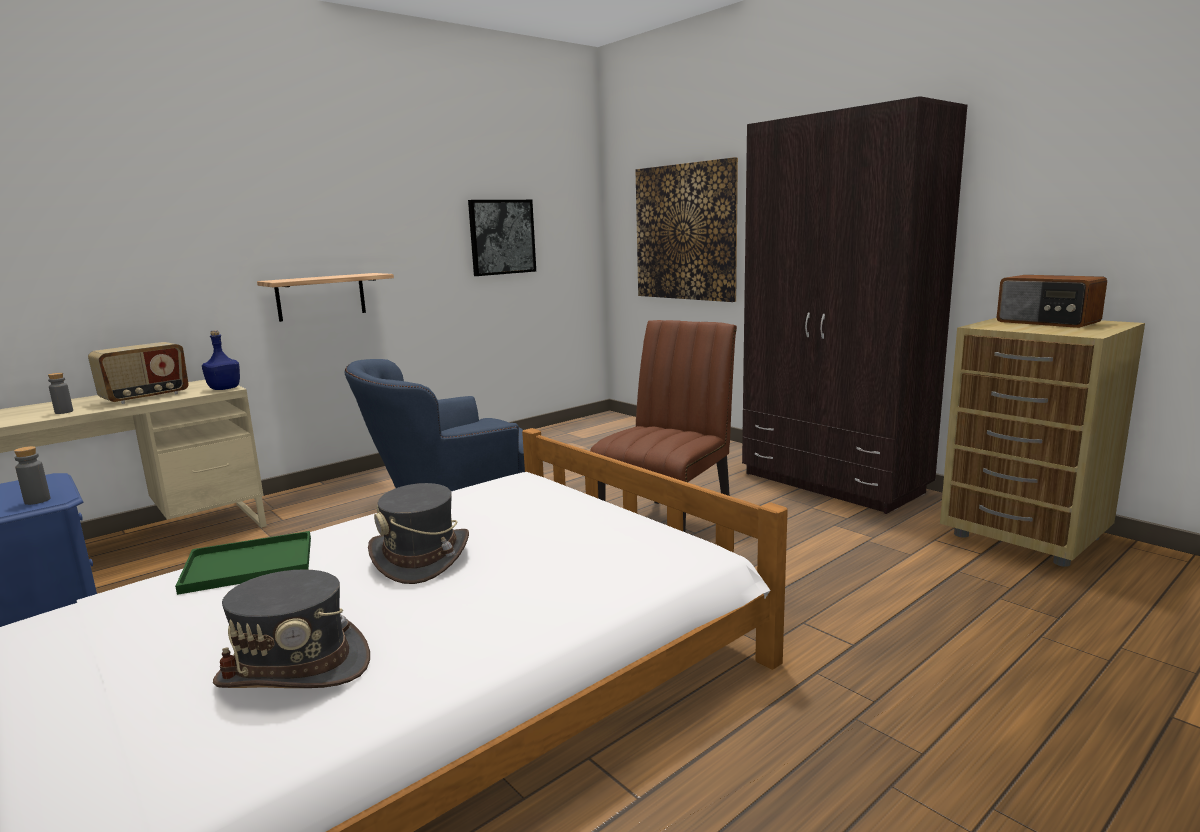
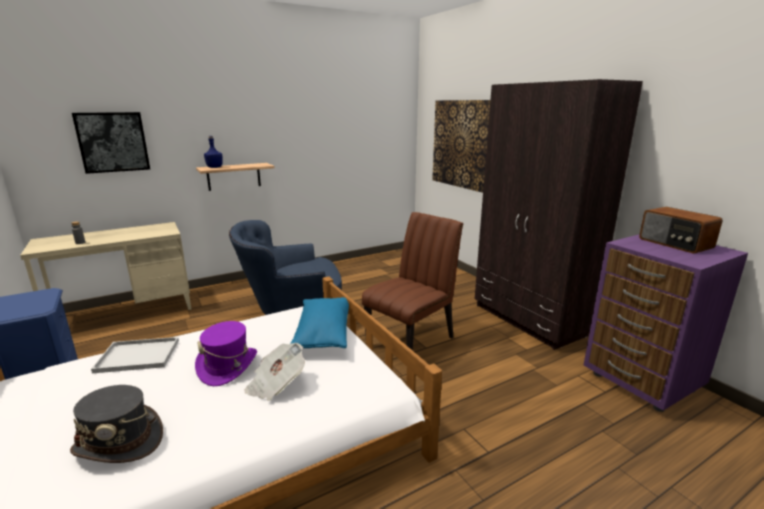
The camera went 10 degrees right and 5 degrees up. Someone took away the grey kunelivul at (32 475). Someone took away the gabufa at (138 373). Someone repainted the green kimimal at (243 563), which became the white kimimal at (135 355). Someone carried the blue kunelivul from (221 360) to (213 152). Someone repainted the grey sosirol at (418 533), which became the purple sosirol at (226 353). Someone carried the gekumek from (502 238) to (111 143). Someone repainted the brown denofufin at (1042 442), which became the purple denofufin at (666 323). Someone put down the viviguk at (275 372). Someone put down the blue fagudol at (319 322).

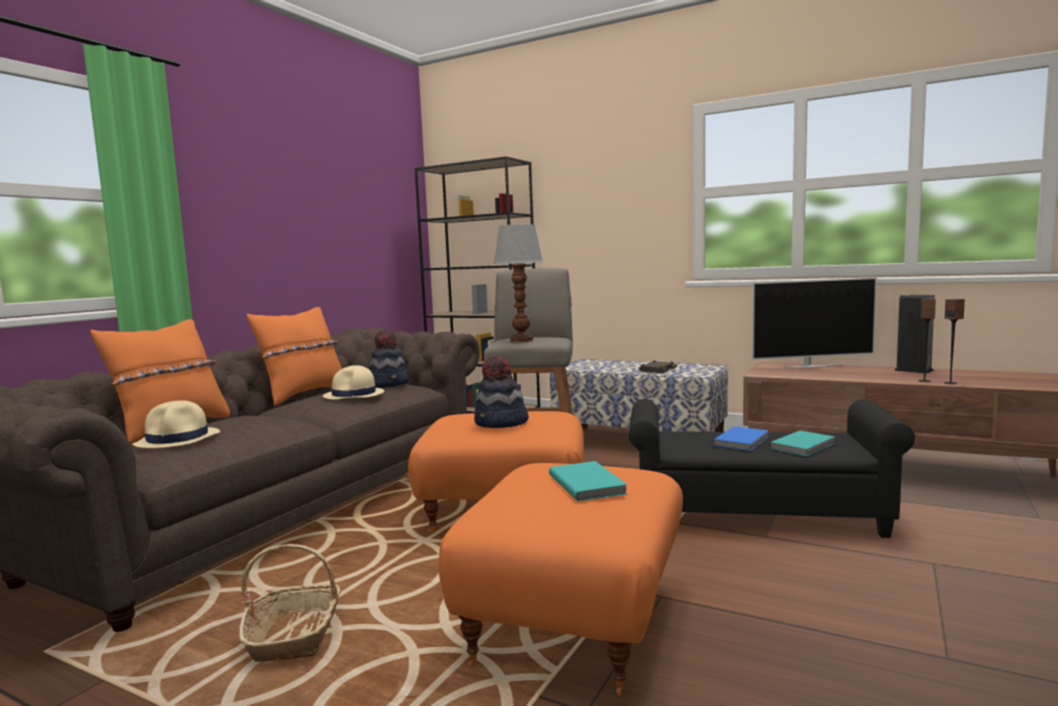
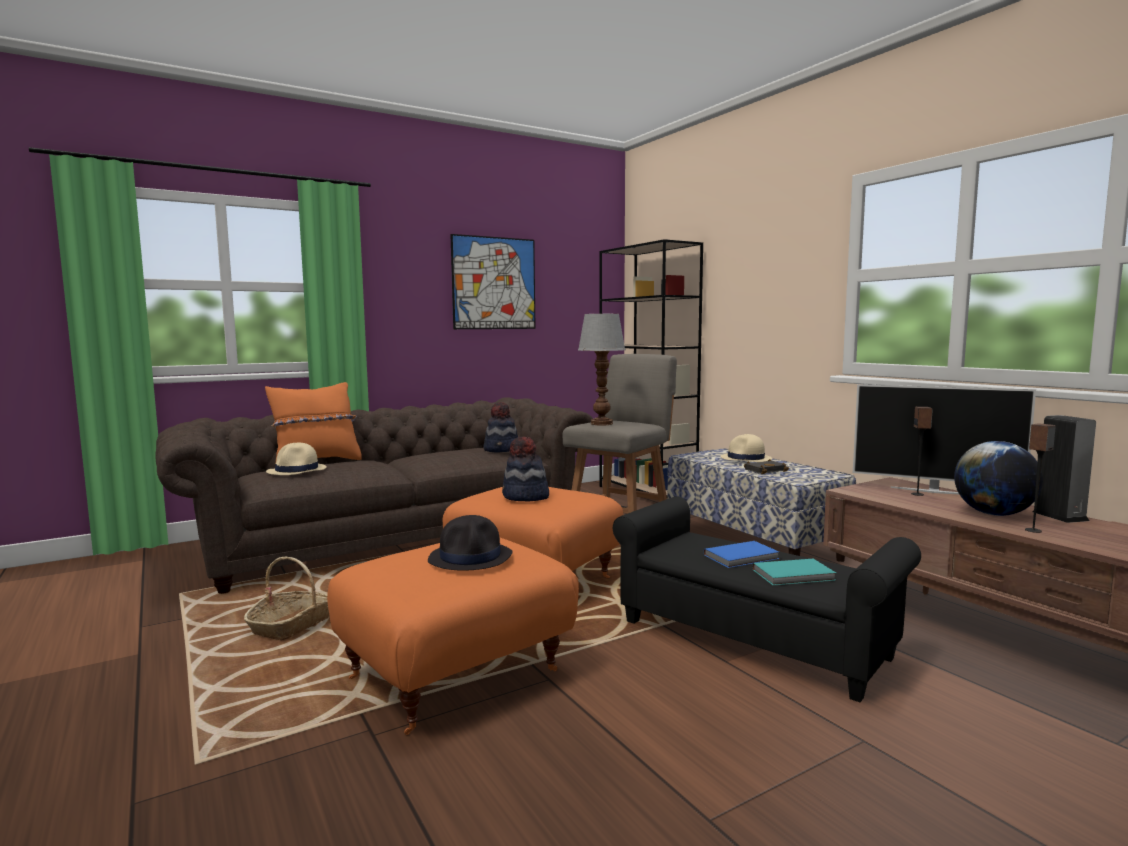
The camera went 30 degrees right and 0 degrees up. Someone took away the orange fagudol at (294 356). Someone carried the beige sosirol from (353 382) to (746 448). Someone swapped the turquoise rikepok at (588 481) for the black sosirol at (470 543). Someone carried the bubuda from (954 341) to (922 451). Someone put up the gekumek at (493 281). Someone put down the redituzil at (998 478).

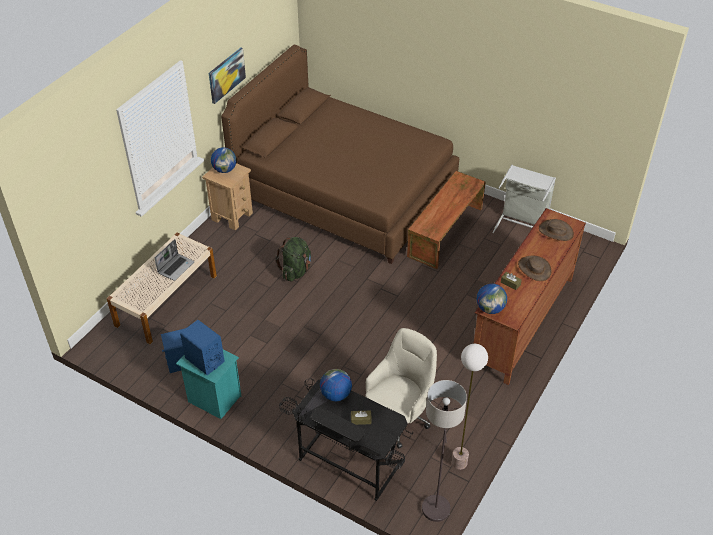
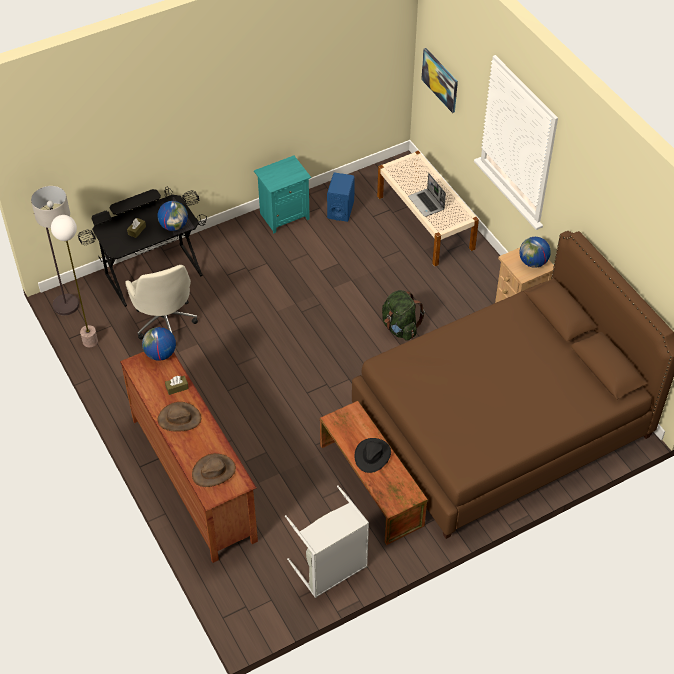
The camera went 120 degrees right and 5 degrees up. Someone took away the blue bubuda at (202 347). Someone carried the gekumek from (227 75) to (439 80). Someone put down the black sosirol at (372 455).

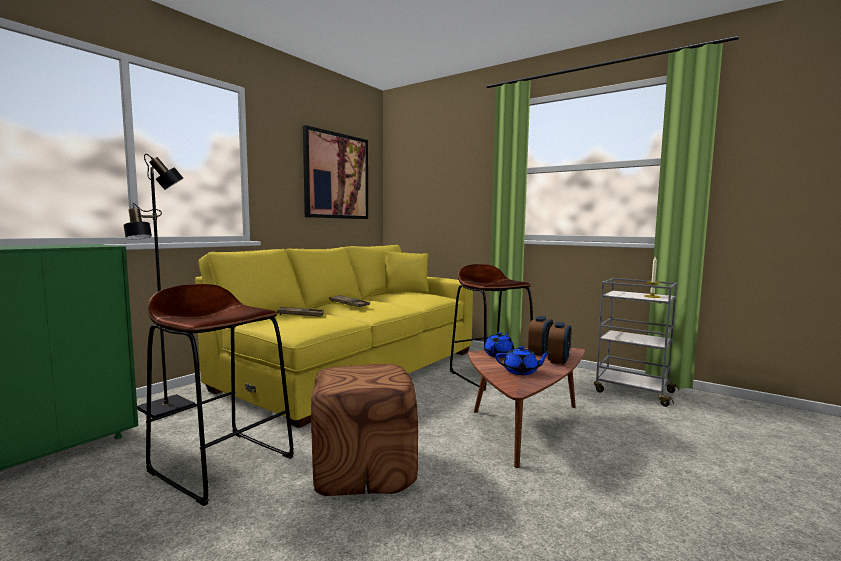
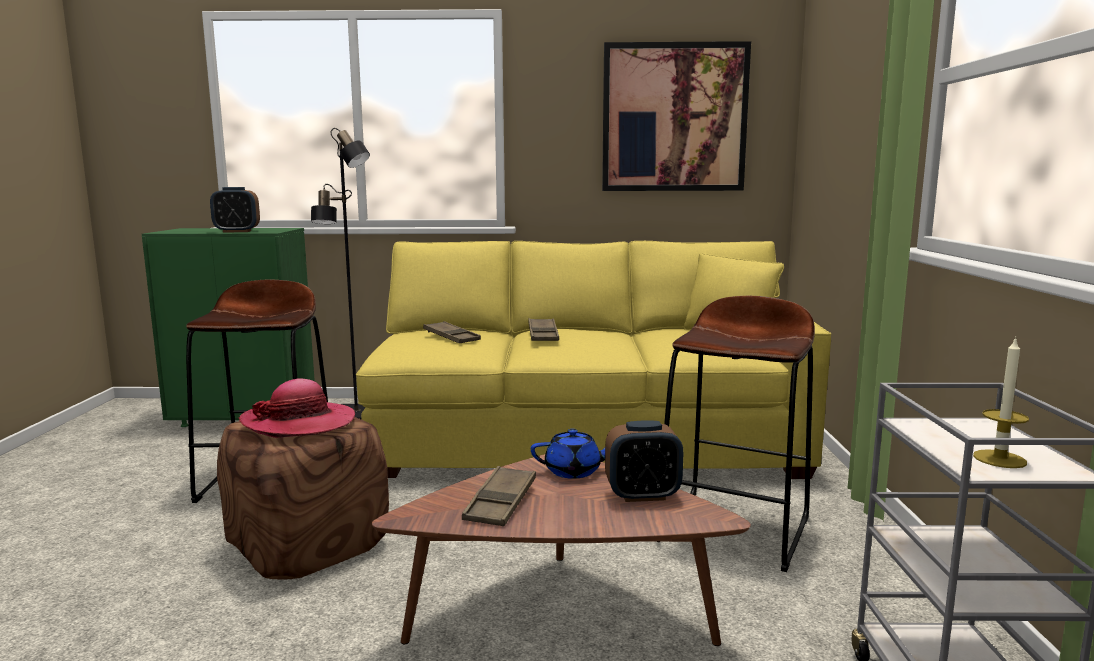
The camera went 55 degrees right and 5 degrees up. Someone swapped the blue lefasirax at (523 360) for the brown kimimal at (499 496). Someone carried the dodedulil from (560 343) to (235 210). Someone put down the sosirol at (296 408).

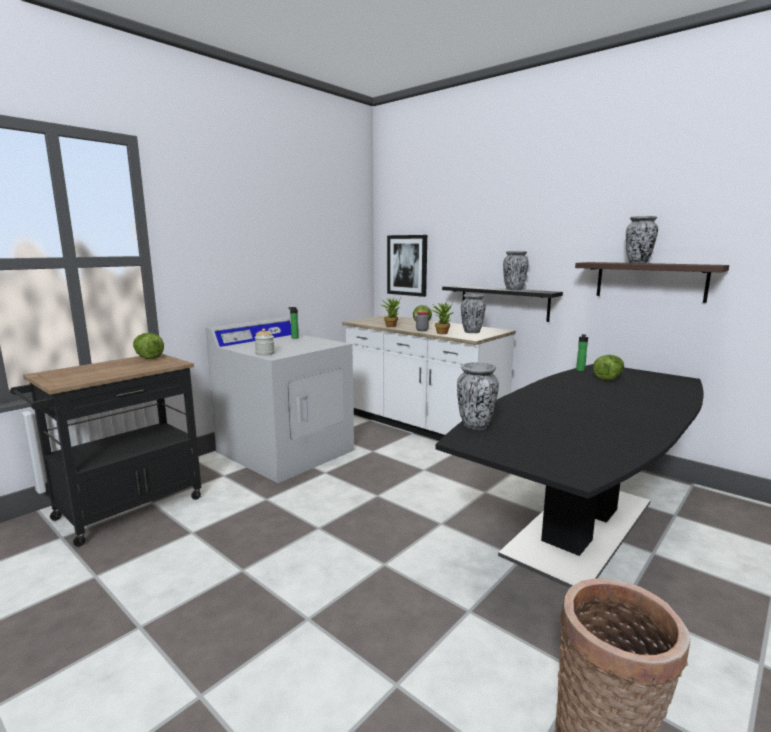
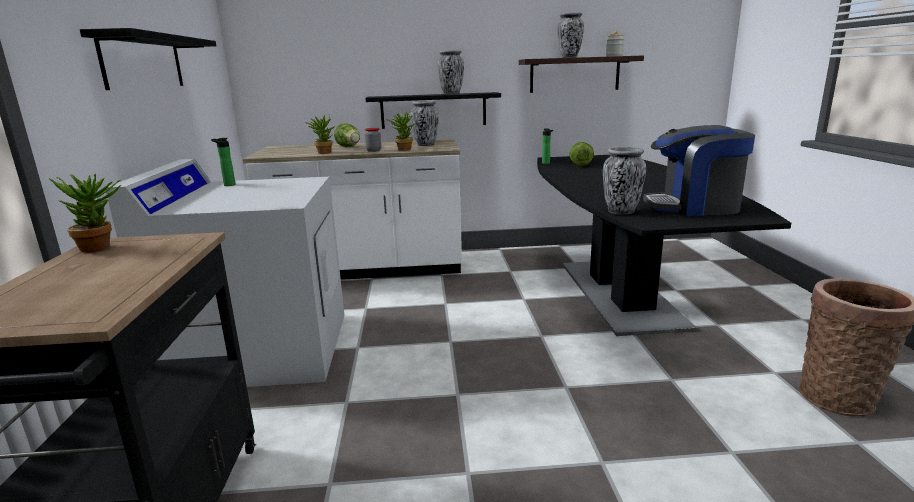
The camera went 45 degrees left and 5 degrees up. Someone swapped the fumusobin at (148 346) for the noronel at (85 213). Someone carried the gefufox from (264 342) to (615 44). Someone took away the gekumek at (407 266). Someone put up the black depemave at (148 59). Someone put down the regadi at (699 170).

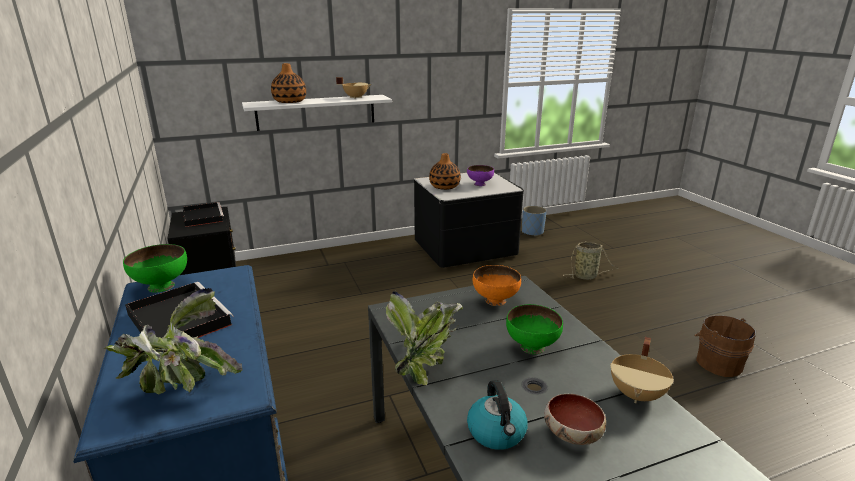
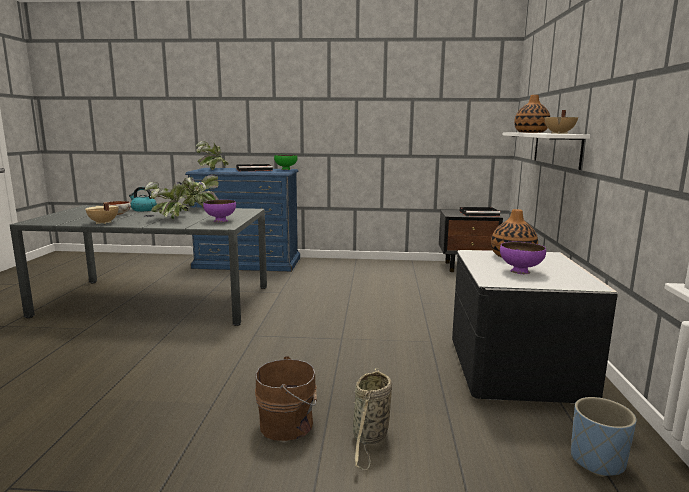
The camera went 115 degrees right and 10 degrees down. Someone repainted the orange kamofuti at (497 285), which became the purple kamofuti at (219 211). Someone swapped the green kamofuti at (534 329) for the noronel at (167 201). Someone carried the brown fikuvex from (725 346) to (286 398).

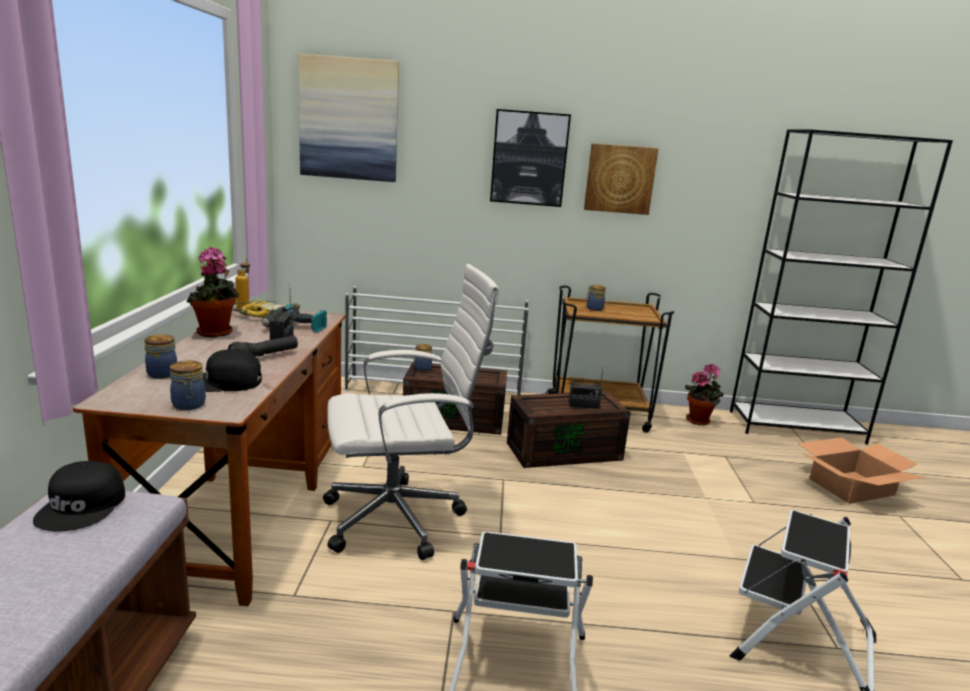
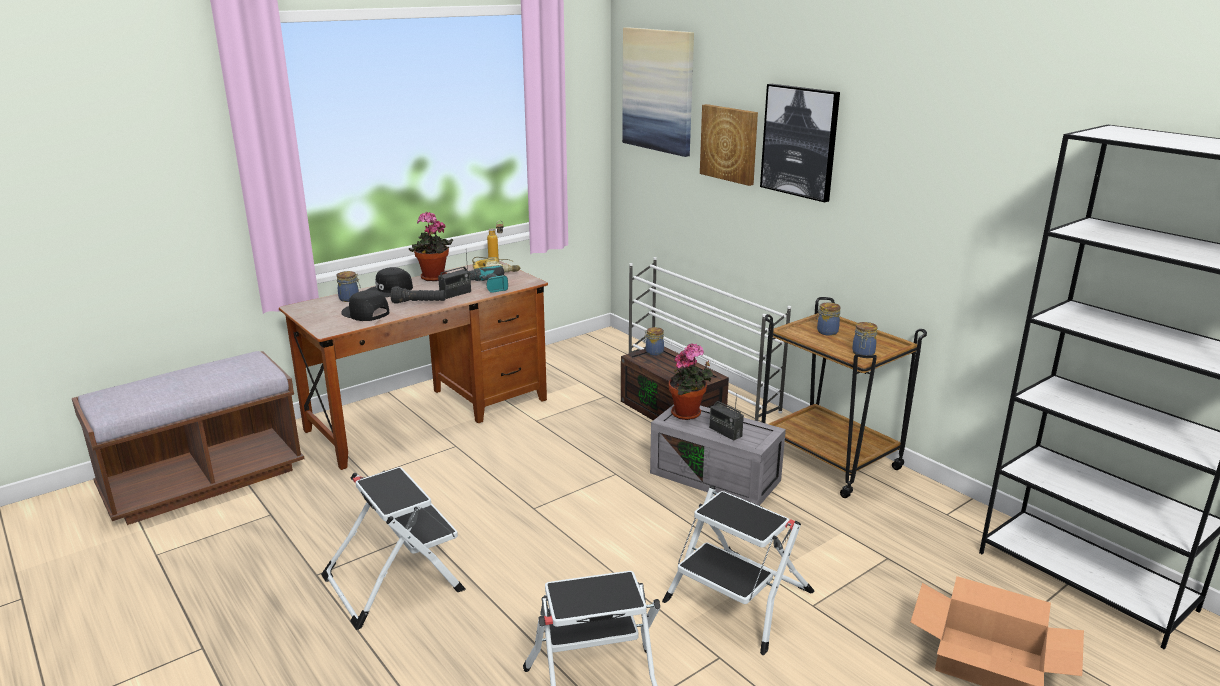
The camera went 50 degrees right and 5 degrees up. Someone carried the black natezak from (79 496) to (390 282). Someone carried the gefufox from (188 385) to (865 338). Someone took away the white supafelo at (411 412). Someone repainted the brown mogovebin at (569 429), which became the grey mogovebin at (718 455). Someone carried the gekumek from (621 179) to (729 145). Someone carried the noronel from (704 394) to (691 381). Someone put down the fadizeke at (738 570).

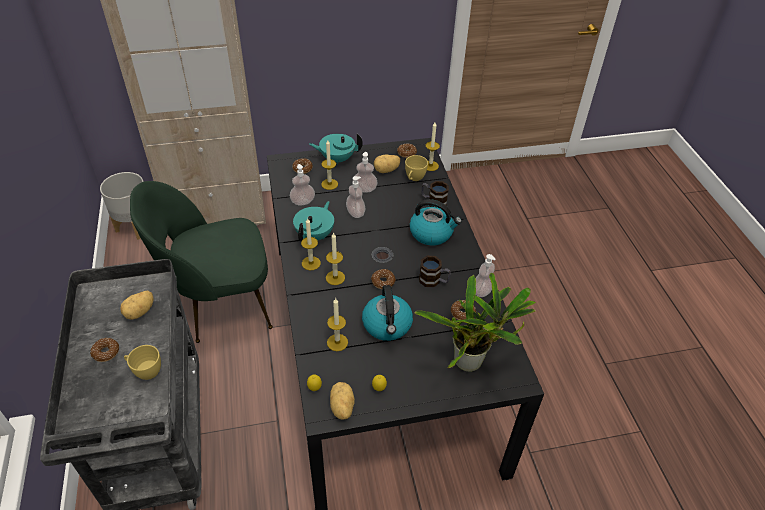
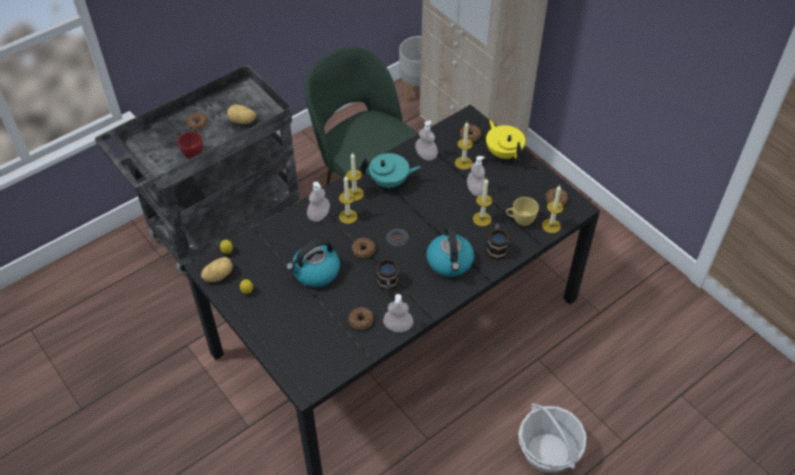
The camera went 65 degrees right and 5 degrees up. Someone repainted the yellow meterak at (142 362), which became the red meterak at (190 145). Someone repainted the turquoise lefasirax at (336 149), which became the yellow lefasirax at (505 140). Someone carried the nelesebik from (337 324) to (482 202). Someone carried the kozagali from (355 197) to (318 202). Someone took away the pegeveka at (387 163). Someone took away the noronel at (475 322). Someone put down the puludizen at (552 438).

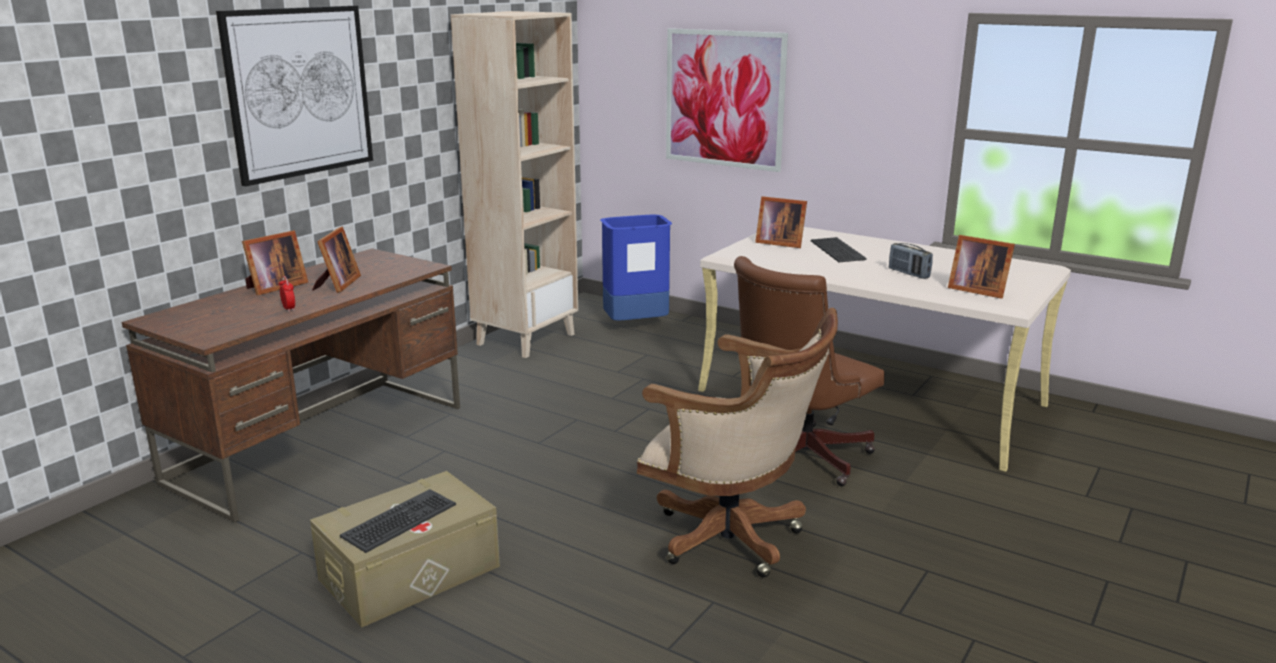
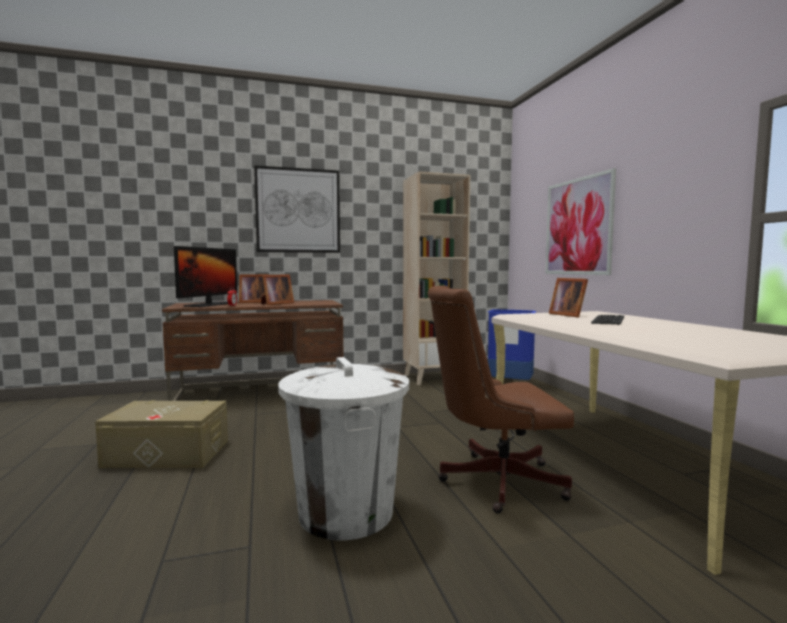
The camera went 40 degrees right and 15 degrees down. Someone took away the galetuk at (398 521). Someone swapped the supafelo at (737 442) for the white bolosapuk at (343 449). Someone took away the gabufa at (911 261). Someone took away the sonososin at (981 267). Someone put down the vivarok at (205 276).

